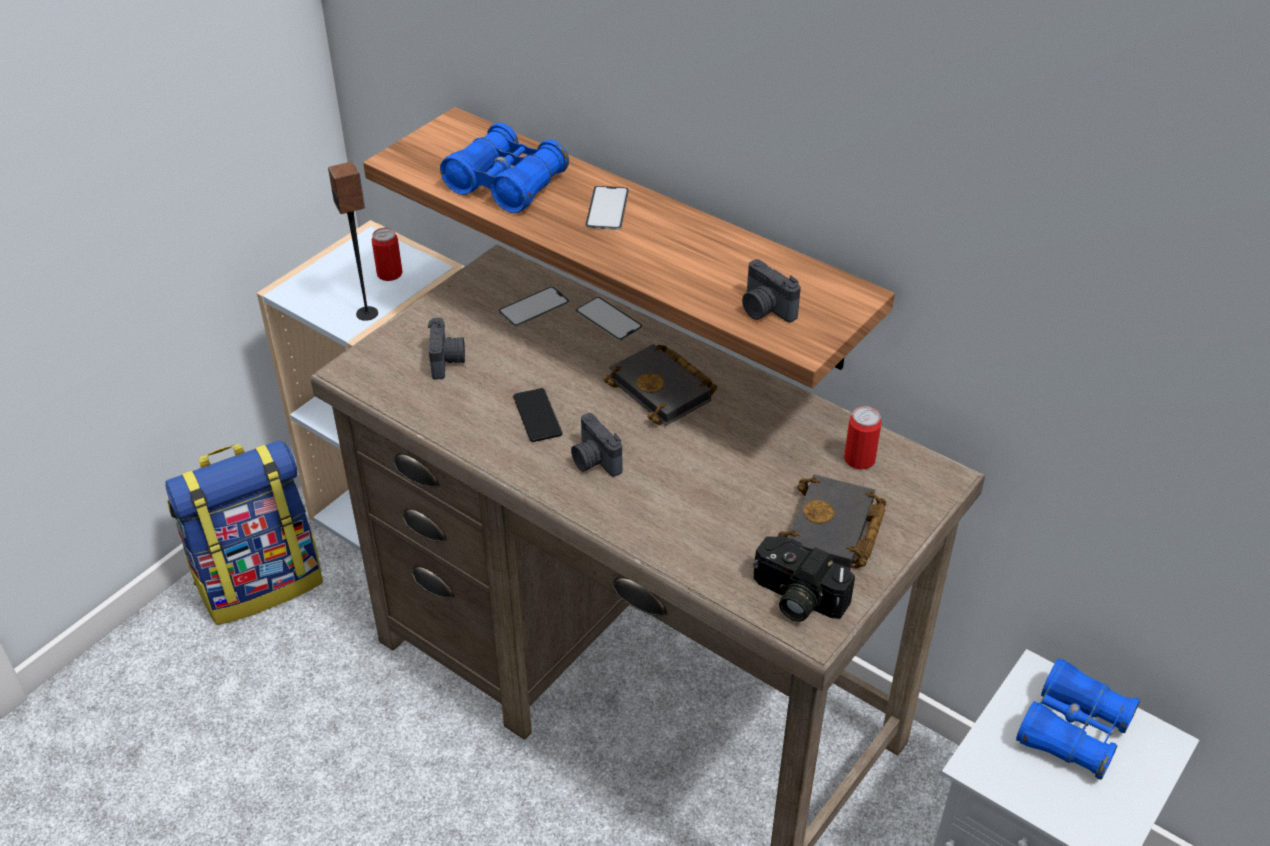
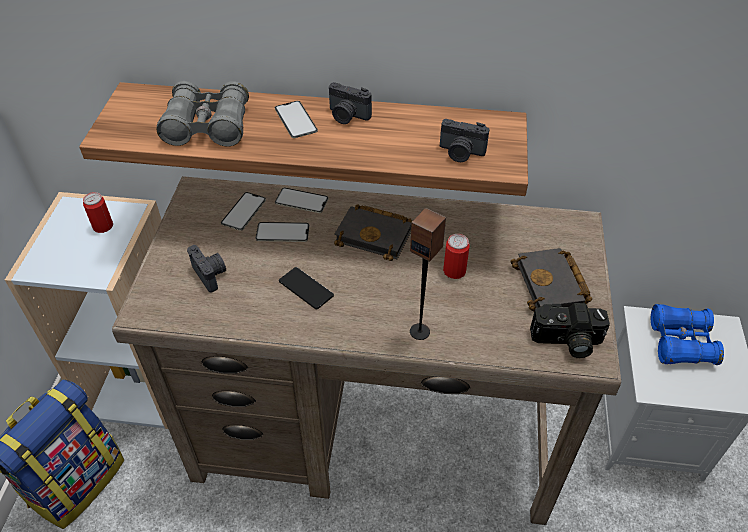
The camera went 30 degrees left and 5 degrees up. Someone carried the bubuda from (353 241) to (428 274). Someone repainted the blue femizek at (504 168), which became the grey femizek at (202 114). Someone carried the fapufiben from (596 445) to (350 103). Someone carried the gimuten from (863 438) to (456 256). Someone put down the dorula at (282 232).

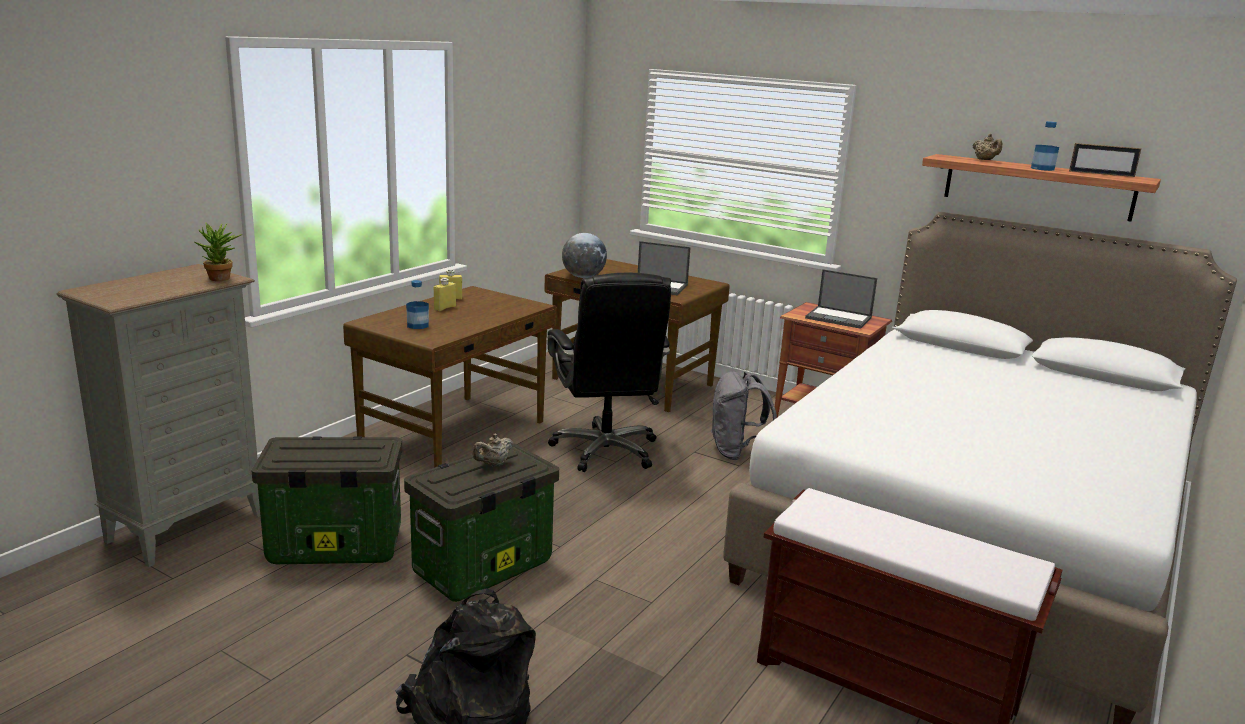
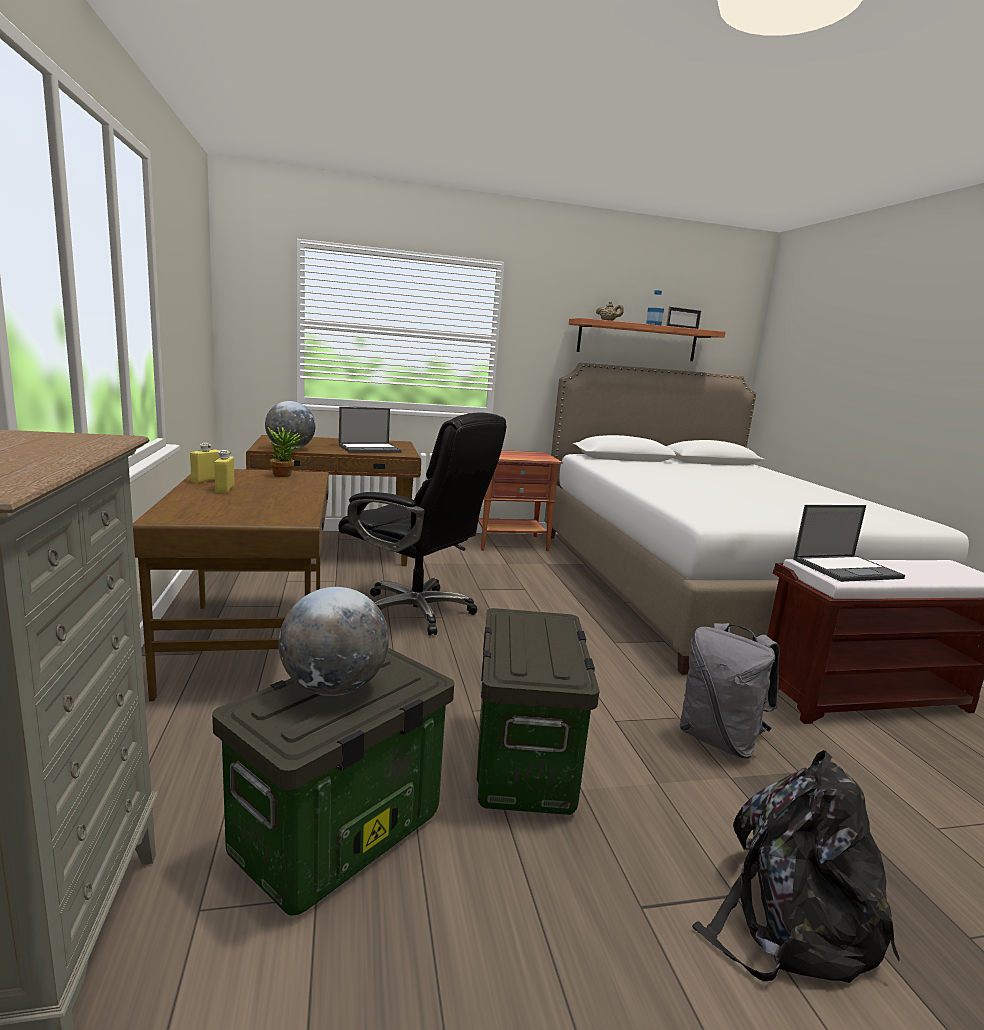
The camera went 45 degrees left and 5 degrees down. Someone carried the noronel from (219 251) to (287 452). Someone took away the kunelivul at (417 304). Someone took away the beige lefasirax at (493 450). Someone carried the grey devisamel from (744 415) to (730 690). Someone carried the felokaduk from (841 299) to (849 543). Someone put down the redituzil at (334 641).

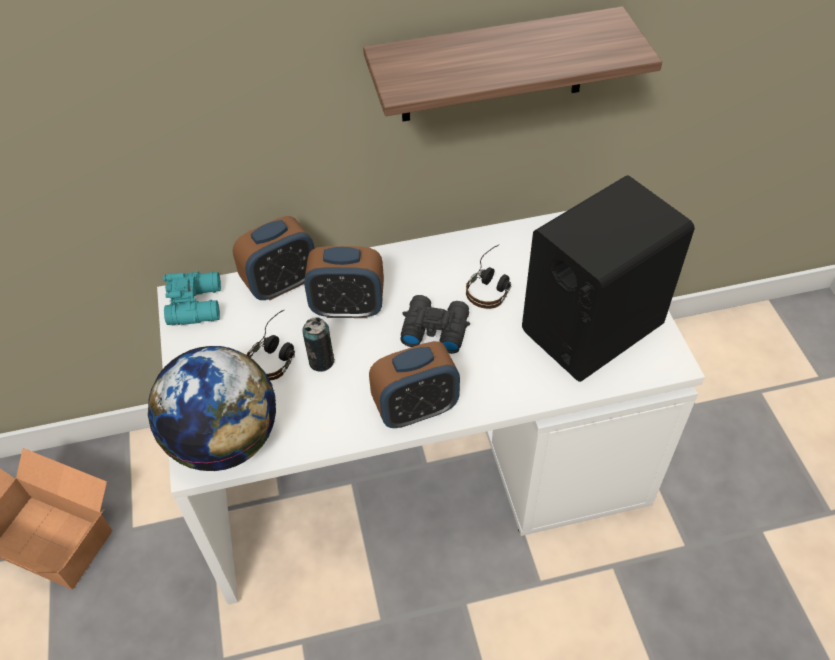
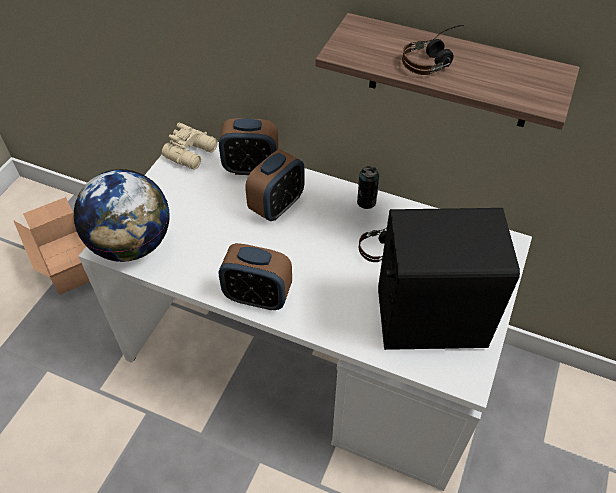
The camera went 35 degrees right and 0 degrees up. Someone repainted the turquoise femizek at (192 298), which became the beige femizek at (190 146). Someone carried the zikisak from (270 344) to (433 50). Someone carried the gimuten from (318 344) to (368 187). Someone rotated the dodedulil at (344 282) by 90 degrees counterclockwise. Someone took away the black femizek at (435 324).

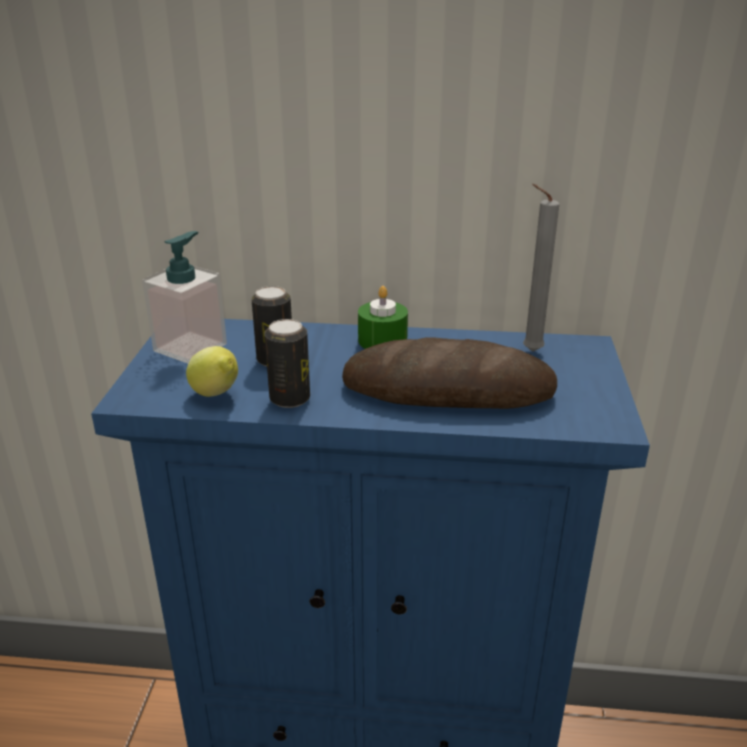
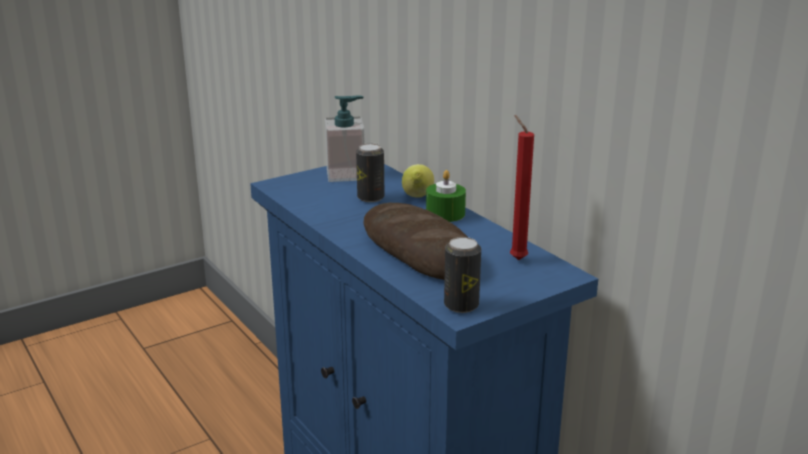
The camera went 50 degrees right and 5 degrees down. Someone carried the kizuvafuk from (212 371) to (418 181). Someone carried the gimuten from (287 363) to (462 275). Someone repainted the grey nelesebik at (541 268), which became the red nelesebik at (522 187).

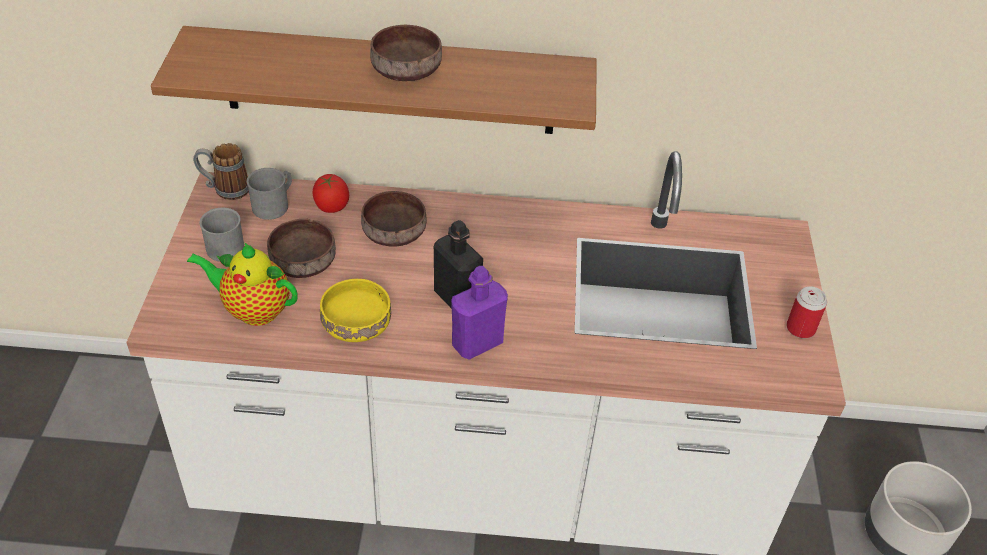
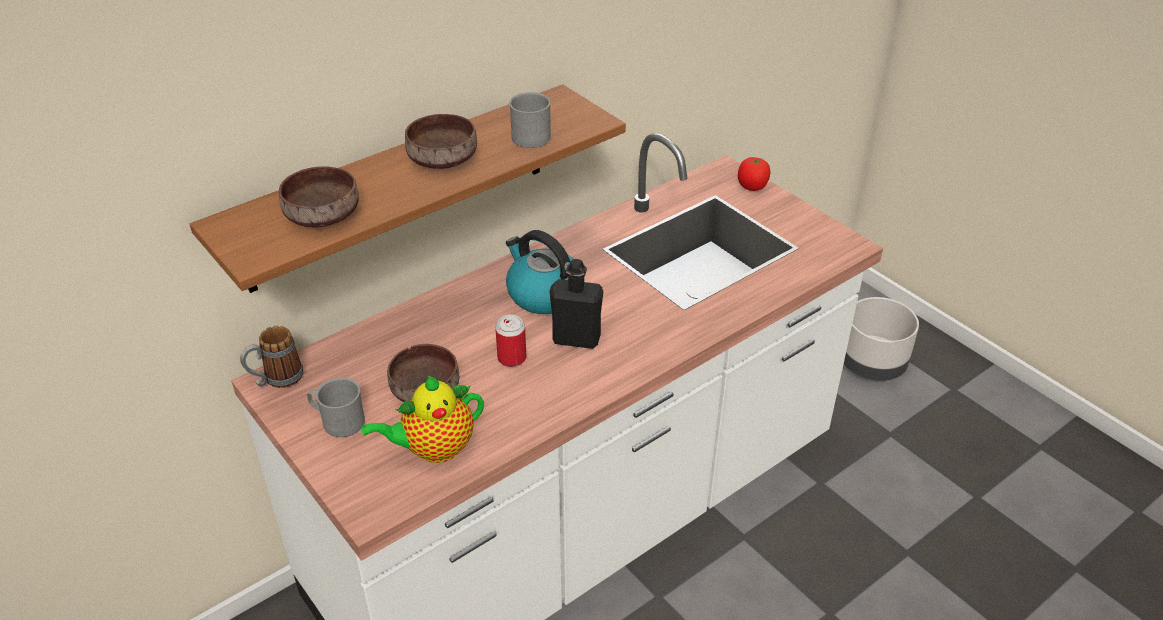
The camera went 40 degrees left and 5 degrees down. Someone carried the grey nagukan from (269 194) to (530 120). Someone carried the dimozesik from (330 193) to (754 174). Someone took away the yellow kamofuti at (355 310). Someone carried the brown kamofuti from (393 219) to (319 196). Someone took away the purple kunelivul at (479 313). Someone carried the gimuten from (806 312) to (510 340). Someone put down the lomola at (540 272).

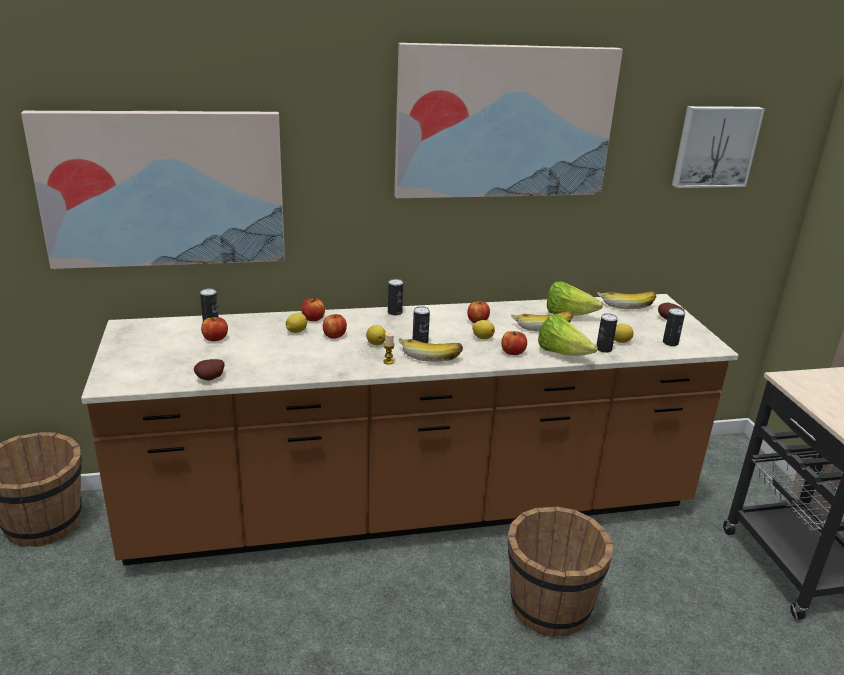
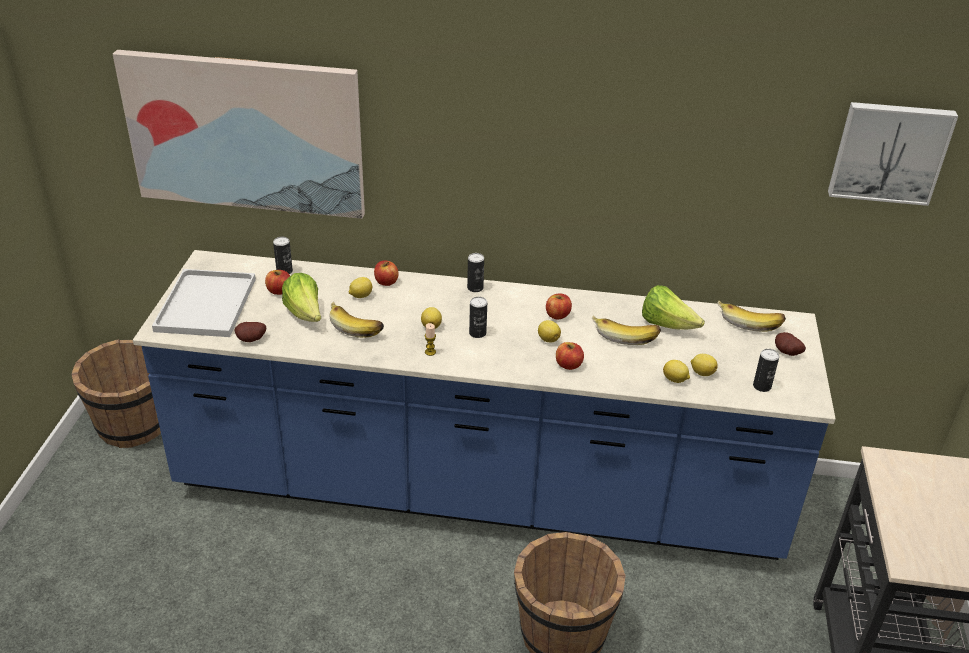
The camera went 20 degrees right and 10 degrees up. Someone repainted the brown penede at (410 430), which became the blue penede at (484 405). Someone took away the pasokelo at (335 326). Someone took away the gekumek at (508 120). Someone carried the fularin from (430 350) to (356 320). Someone carried the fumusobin from (568 335) to (301 297). Someone swapped the gimuten at (607 333) for the kizuvafuk at (676 371). Someone put down the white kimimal at (204 303).

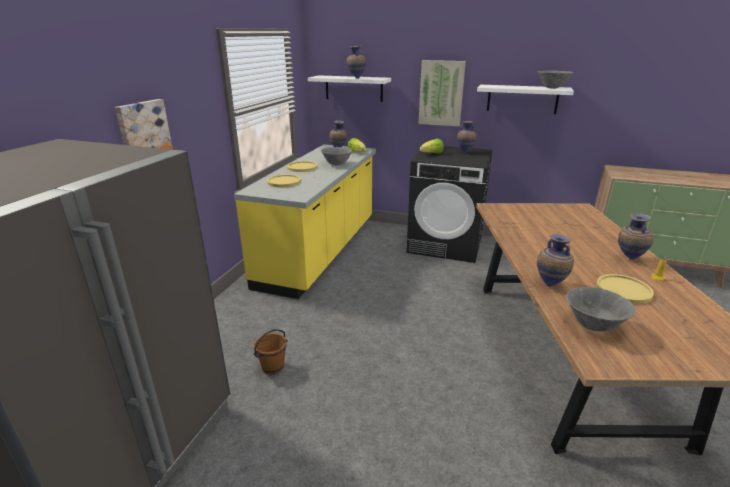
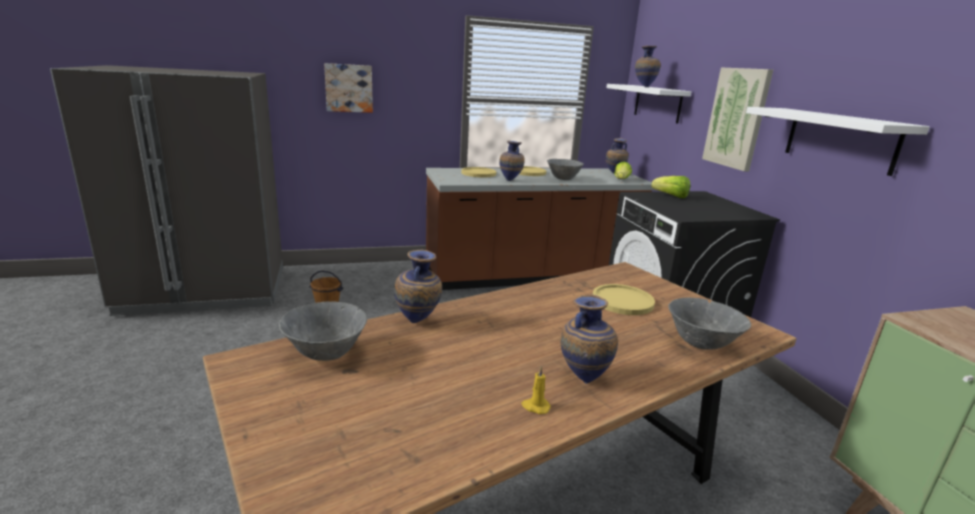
The camera went 55 degrees right and 5 degrees down. Someone repainted the yellow penede at (305 222), which became the brown penede at (541 229). Someone carried the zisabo from (467 137) to (512 161). Someone carried the grey kamofuti from (556 80) to (709 324). Someone carried the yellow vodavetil from (625 289) to (624 299).

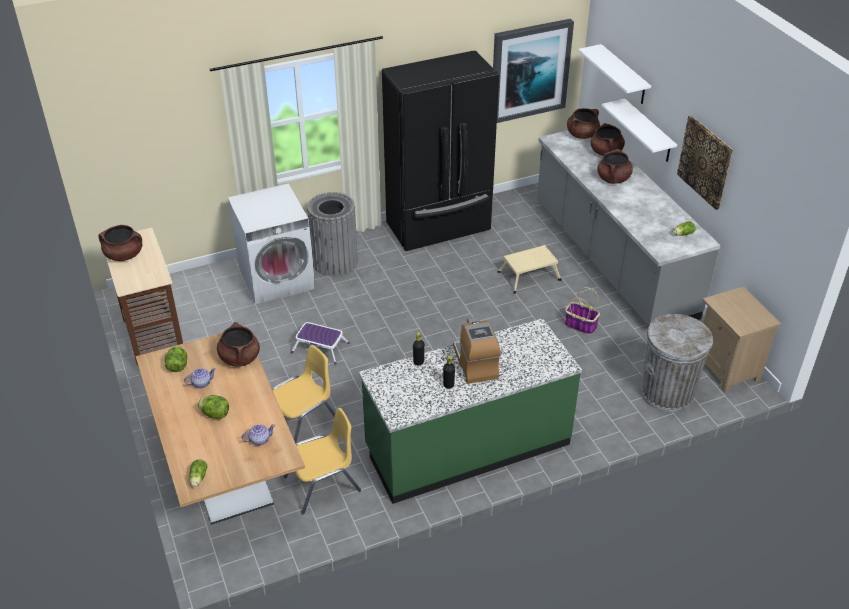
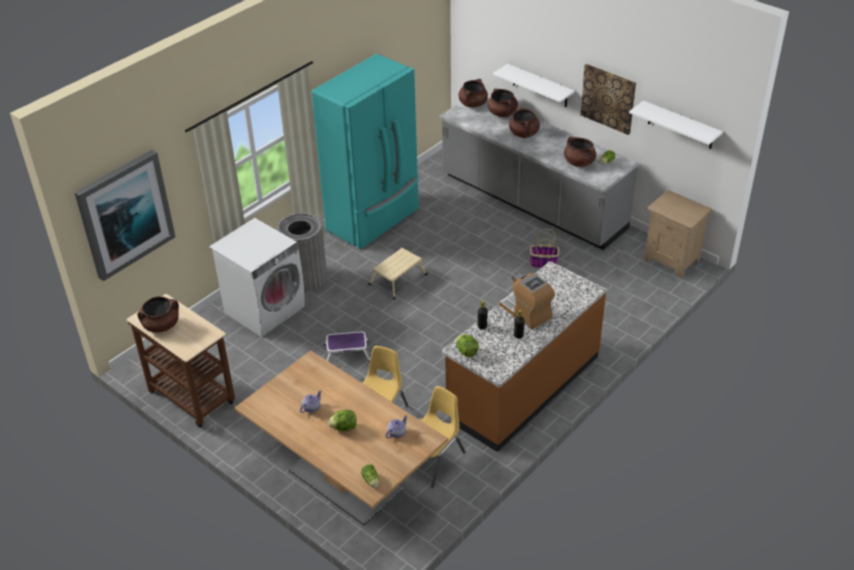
The camera went 25 degrees left and 0 degrees up. Someone carried the fumusobin from (176 359) to (468 345). Someone carried the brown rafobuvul from (238 344) to (580 152). Someone repainted the green penede at (470 411), which became the brown penede at (524 356). Someone repainted the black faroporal at (440 150), which became the turquoise faroporal at (365 151). Someone carried the gekumek from (533 71) to (125 215). Someone carried the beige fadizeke from (529 269) to (398 274). Someone carried the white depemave from (614 74) to (676 124). Someone took away the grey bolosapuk at (677 363).

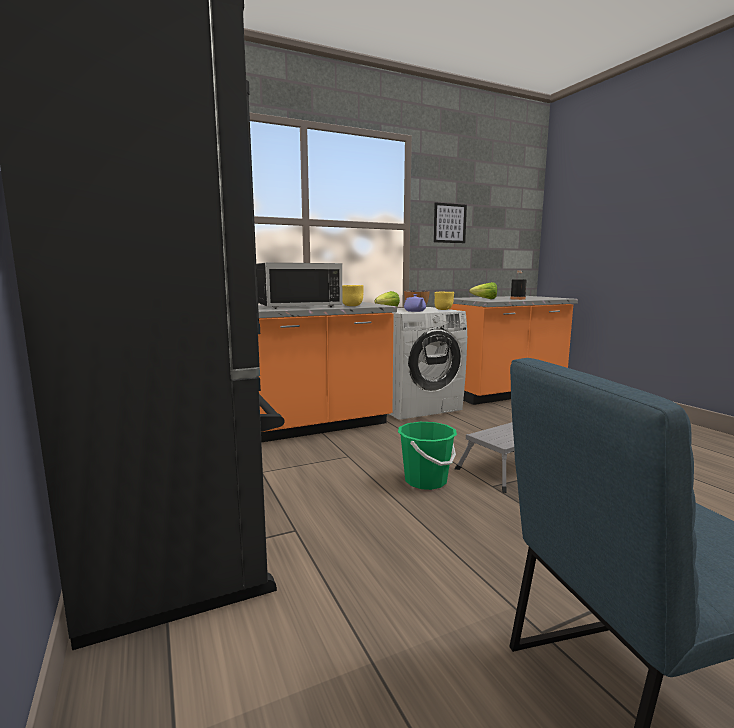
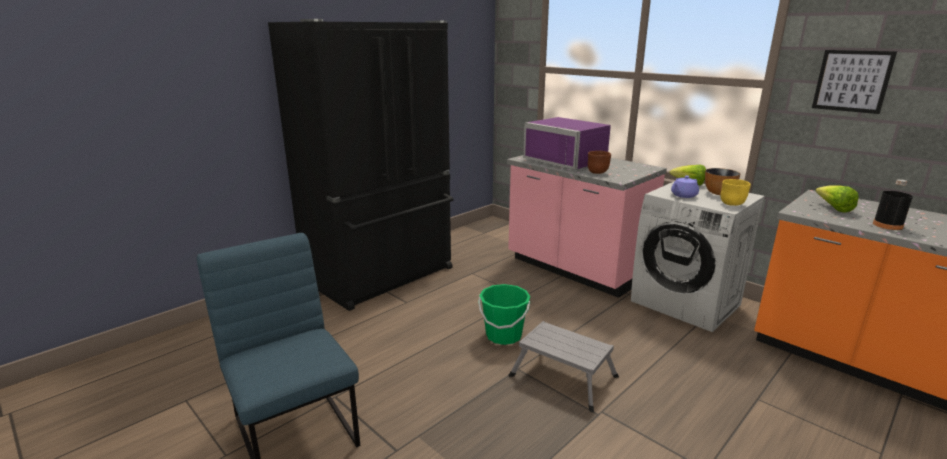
The camera went 70 degrees right and 10 degrees up. Someone repainted the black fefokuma at (299 286), which became the purple fefokuma at (567 143). Someone repainted the orange penede at (327 372), which became the pink penede at (587 226). Someone repainted the yellow kamofuti at (353 295), which became the brown kamofuti at (599 162).

